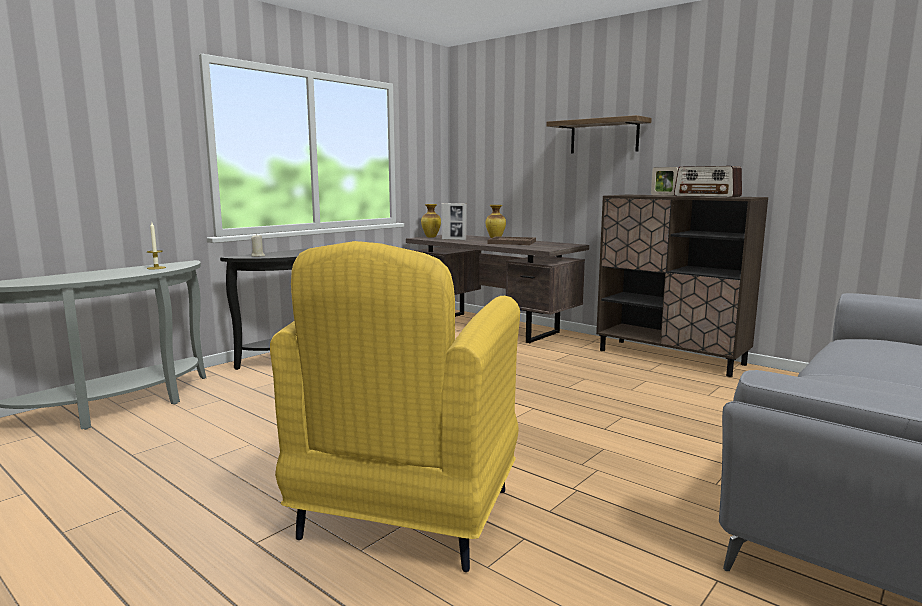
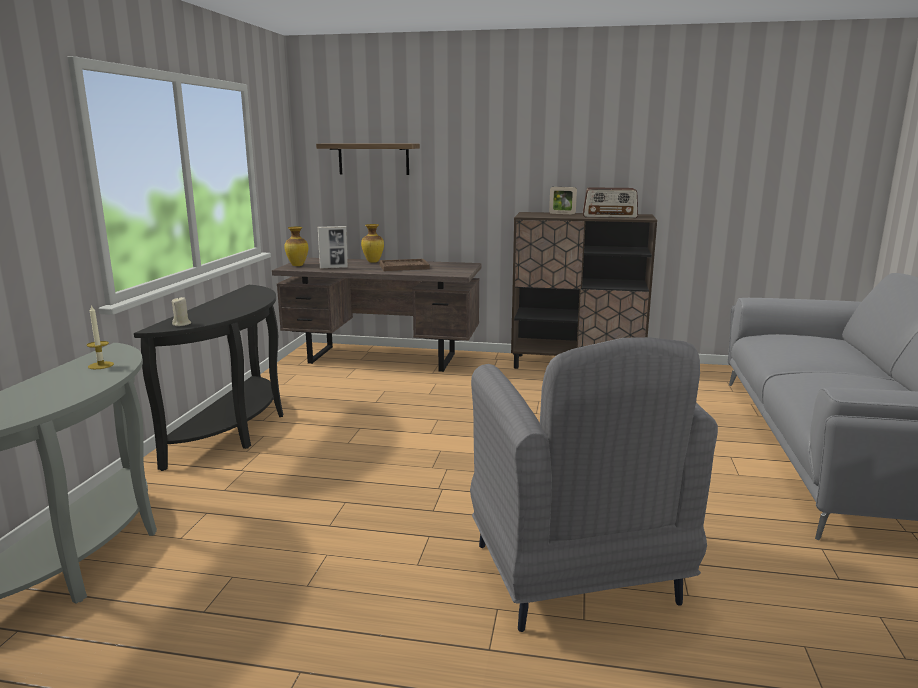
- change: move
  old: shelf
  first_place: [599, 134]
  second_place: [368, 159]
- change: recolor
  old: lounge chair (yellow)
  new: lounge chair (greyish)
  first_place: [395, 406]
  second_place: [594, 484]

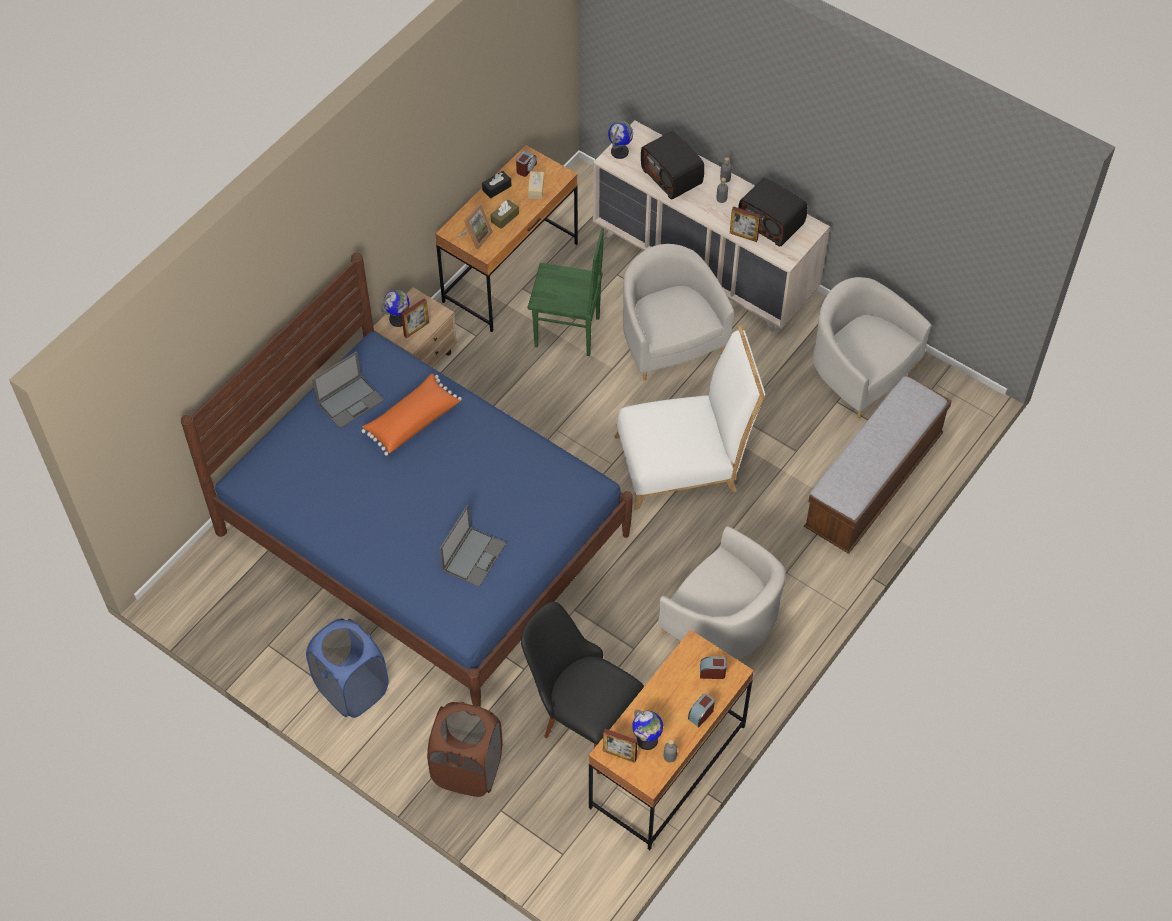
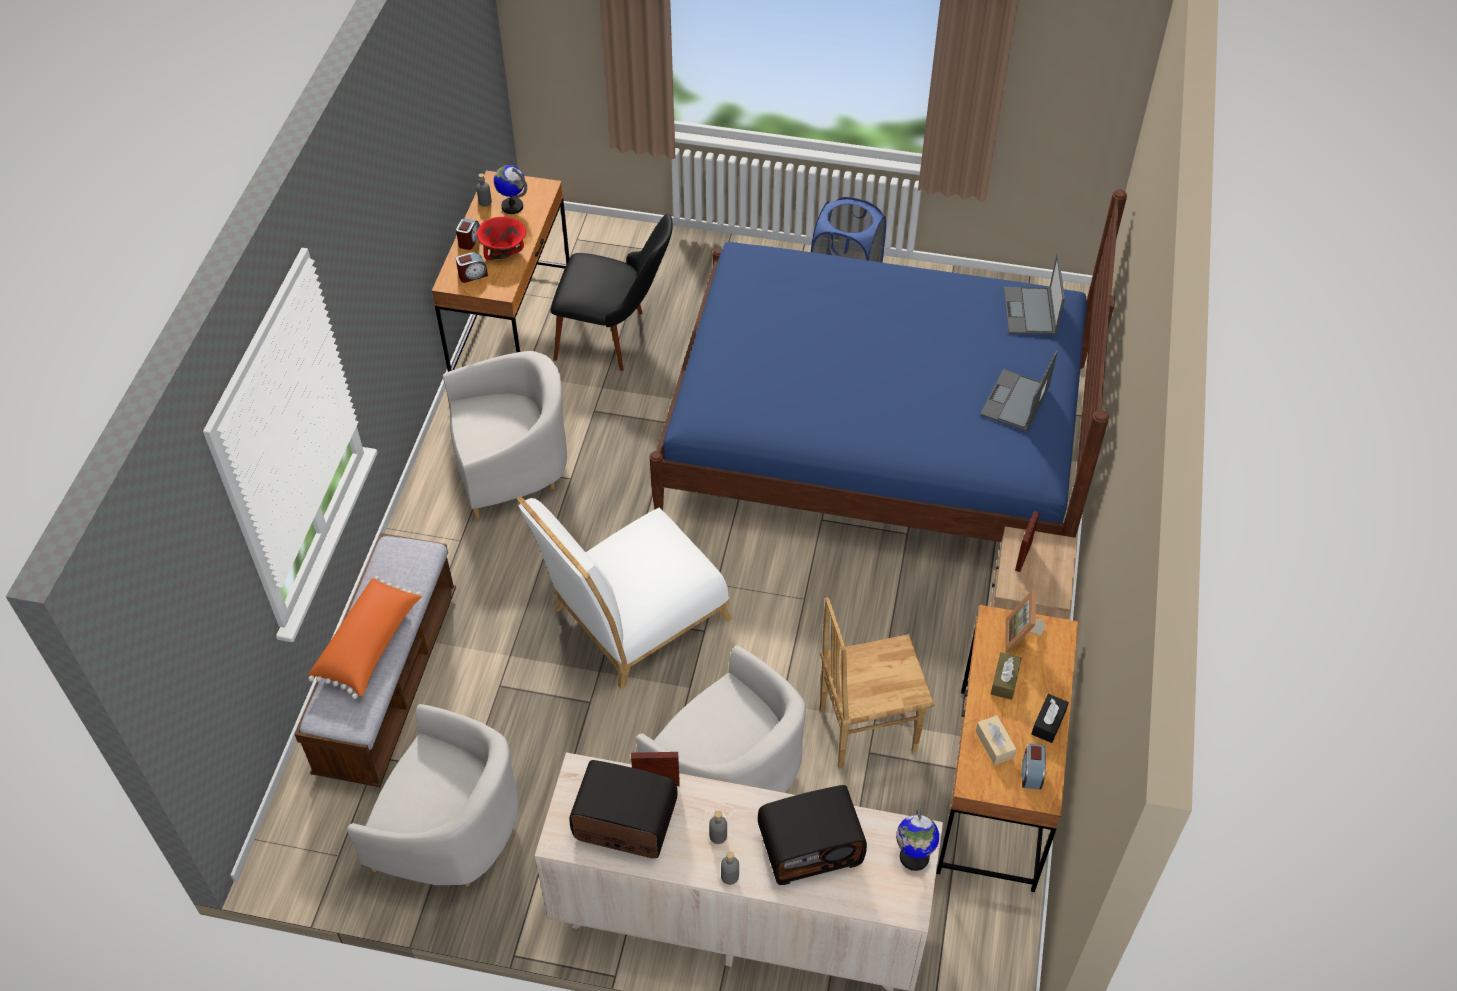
- change: move
  old: cushion (orange-coloured)
  first_place: [412, 415]
  second_place: [365, 637]
- change: rotate
  old: lounge chair (white)
  first_place: [722, 593]
  second_place: [505, 434]
  degrees: 150
- change: insert
  new: deep dish (red-coloured)
  second_place: [501, 238]
- change: rotate
  old: radio
  first_place: [672, 165]
  second_place: [812, 835]
  degrees: 135
- change: recolor
  old: upright chair (greenish)
  new: upright chair (brown)
  first_place: [566, 292]
  second_place: [877, 683]
- change: move
  old: portable computer
  first_place: [472, 545]
  second_place: [1034, 294]
- change: delete
  old: globe
  first_place: [395, 308]
- change: delete
  old: washing basket (brown)
  first_place: [465, 749]
- change: delete
  old: picture frame
  first_place: [620, 745]

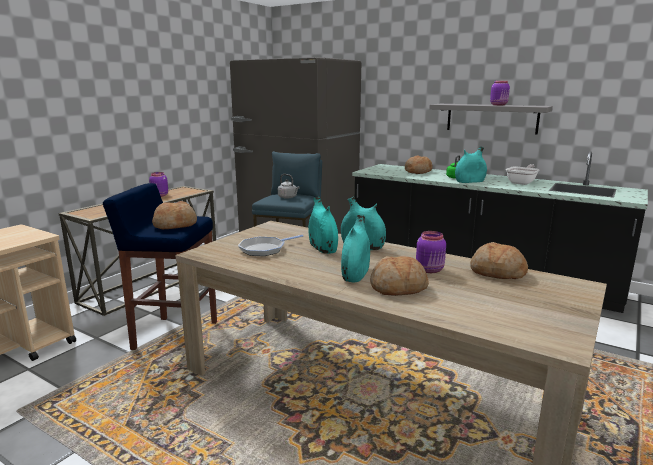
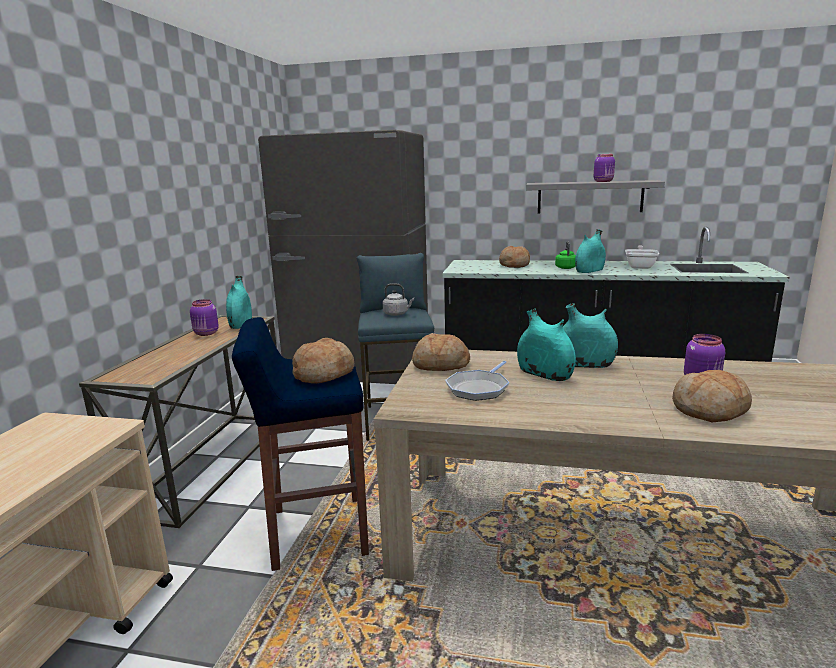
- change: move
  old: vase (blue-green)
  first_place: [355, 248]
  second_place: [239, 302]
- change: move
  old: bread
  first_place: [499, 260]
  second_place: [441, 352]

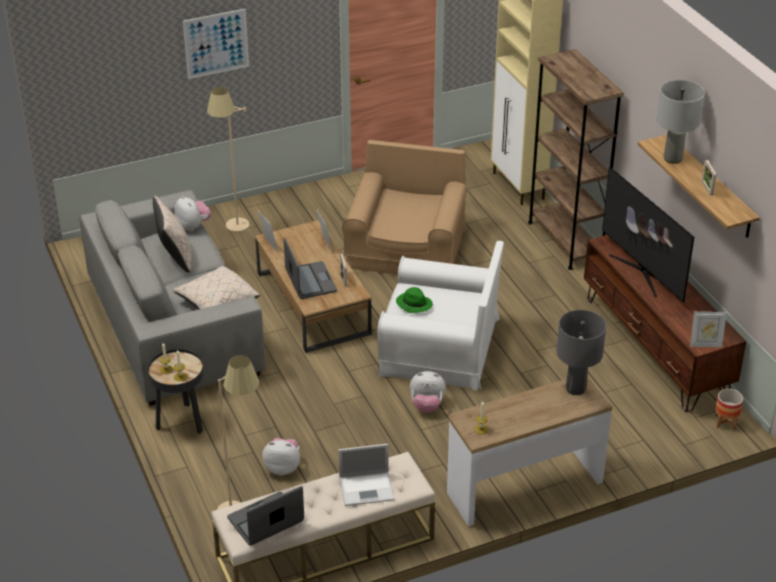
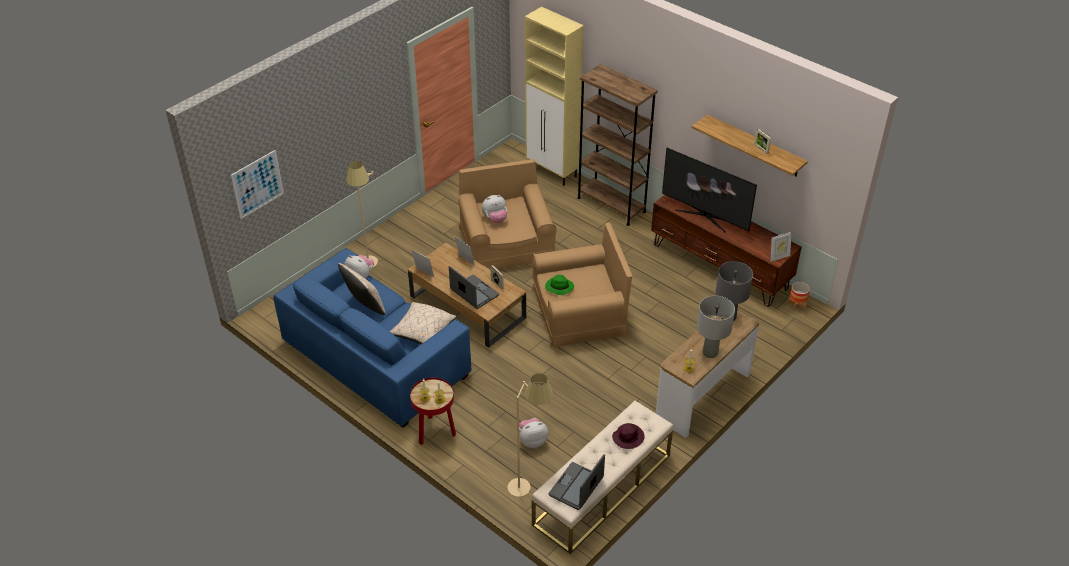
- change: move
  old: picture
  first_place: [216, 44]
  second_place: [257, 184]
- change: recolor
  old: couch (greyish)
  new: couch (blue)
  first_place: [172, 298]
  second_place: [372, 338]
- change: recolor
  old: end table (black)
  new: end table (red-coloured)
  first_place: [176, 391]
  second_place: [433, 411]
- change: move
  old: soft toy
  first_place: [428, 392]
  second_place: [494, 209]
- change: recolor
  old: lounge chair (white)
  new: lounge chair (brown)
  first_place: [440, 316]
  second_place: [582, 286]
- change: replace
  old: portable computer
  new: wearable hat (purple)
  first_place: [367, 475]
  second_place: [628, 436]
- change: move
  old: lamp for a table (greyish)
  first_place: [681, 122]
  second_place: [716, 327]

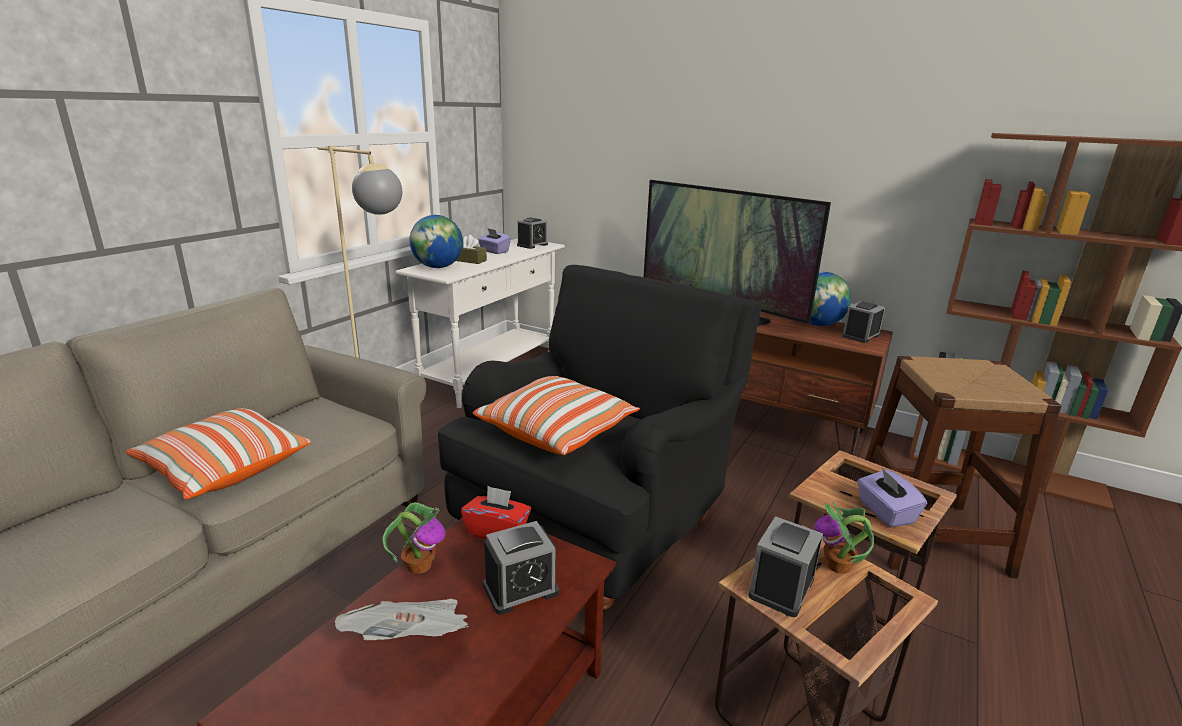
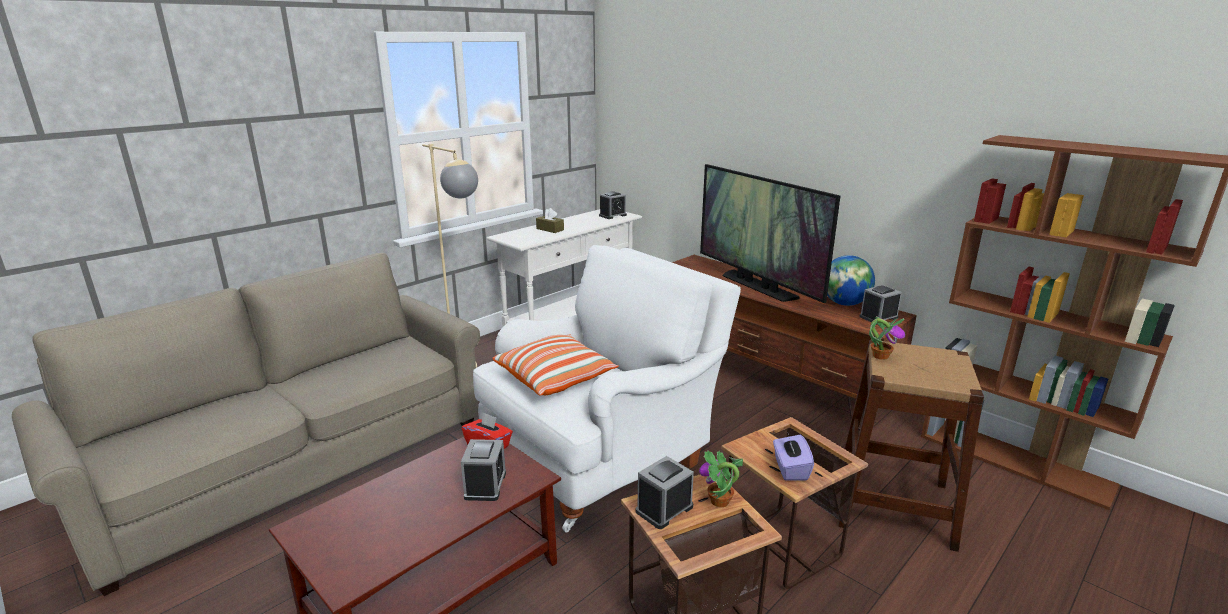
- change: rotate
  old: table clock
  first_place: [521, 568]
  second_place: [483, 470]
  degrees: -75
- change: recolor
  old: lounge chair (black)
  new: lounge chair (white)
  first_place: [599, 438]
  second_place: [607, 389]
- change: move
  old: plant in a pot
  first_place: [413, 538]
  second_place: [887, 338]
- change: delete
  old: cushion
  first_place: [218, 453]
- change: delete
  old: daily paper
  first_place: [402, 619]
- change: delete
  old: globe
  first_place: [436, 241]
- change: delete
  old: box of tissues (purple)
  first_place: [494, 241]

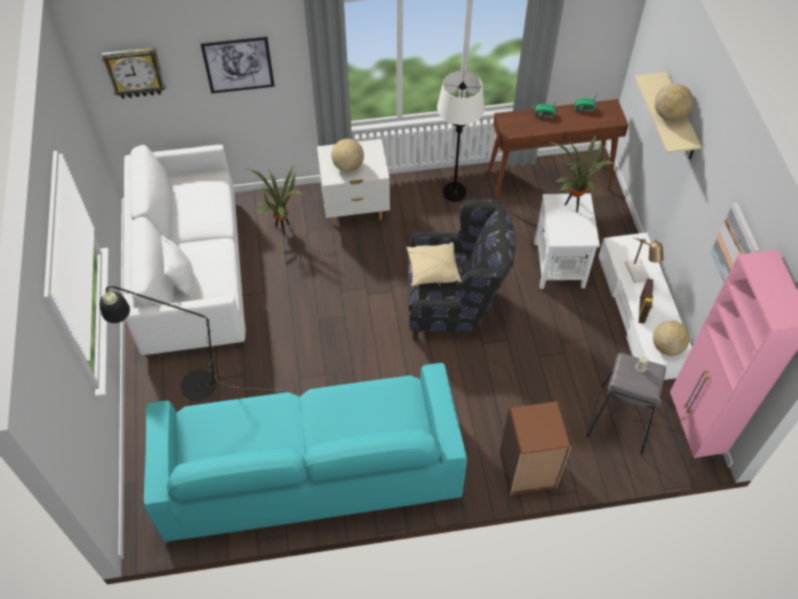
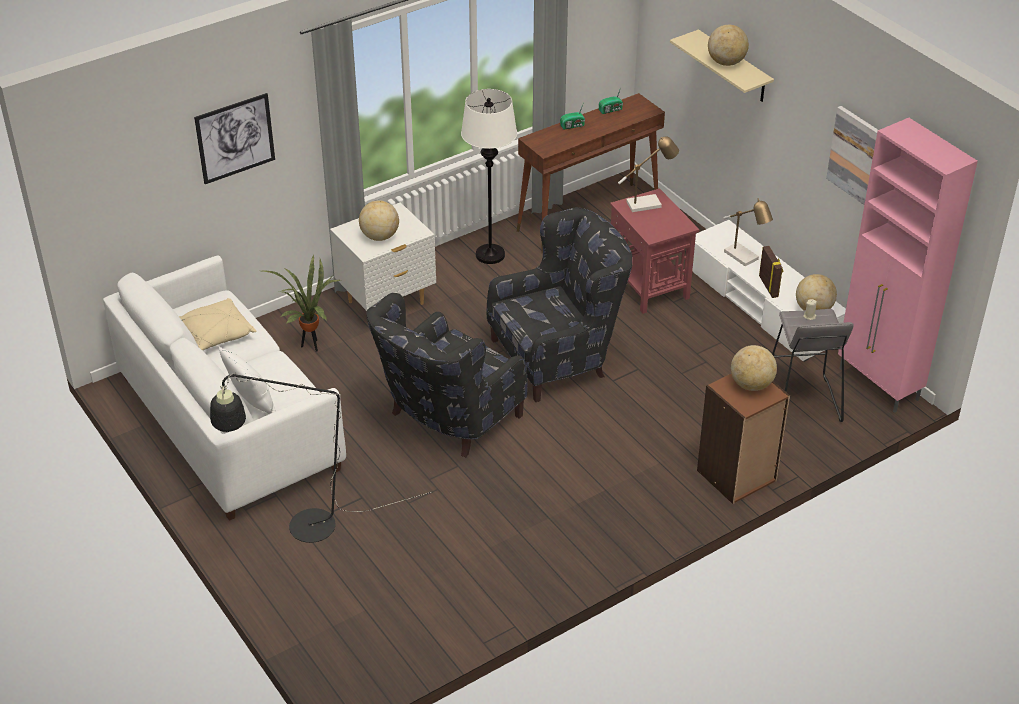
- change: move
  old: cushion (beige-coloured)
  first_place: [434, 264]
  second_place: [218, 324]
- change: insert
  new: lounge chair (black)
  second_place: [447, 375]
- change: recolor
  old: end table (white)
  new: end table (red-coloured)
  first_place: [567, 241]
  second_place: [654, 251]
- change: replace
  old: plant in a pot
  new: lamp for a table
  first_place: [582, 173]
  second_place: [648, 174]
- change: insert
  new: globe
  second_place: [754, 368]
- change: delete
  old: hanging clock
  first_place: [134, 73]
- change: delete
  old: couch (blue-green)
  first_place: [305, 452]

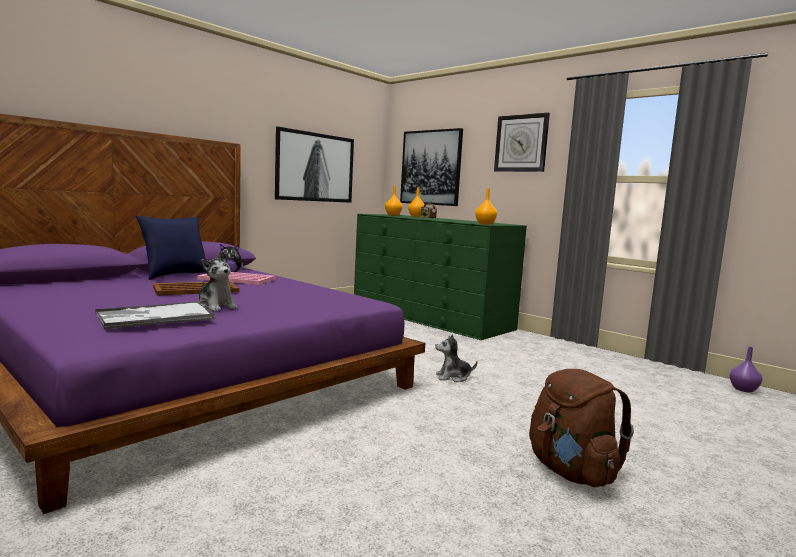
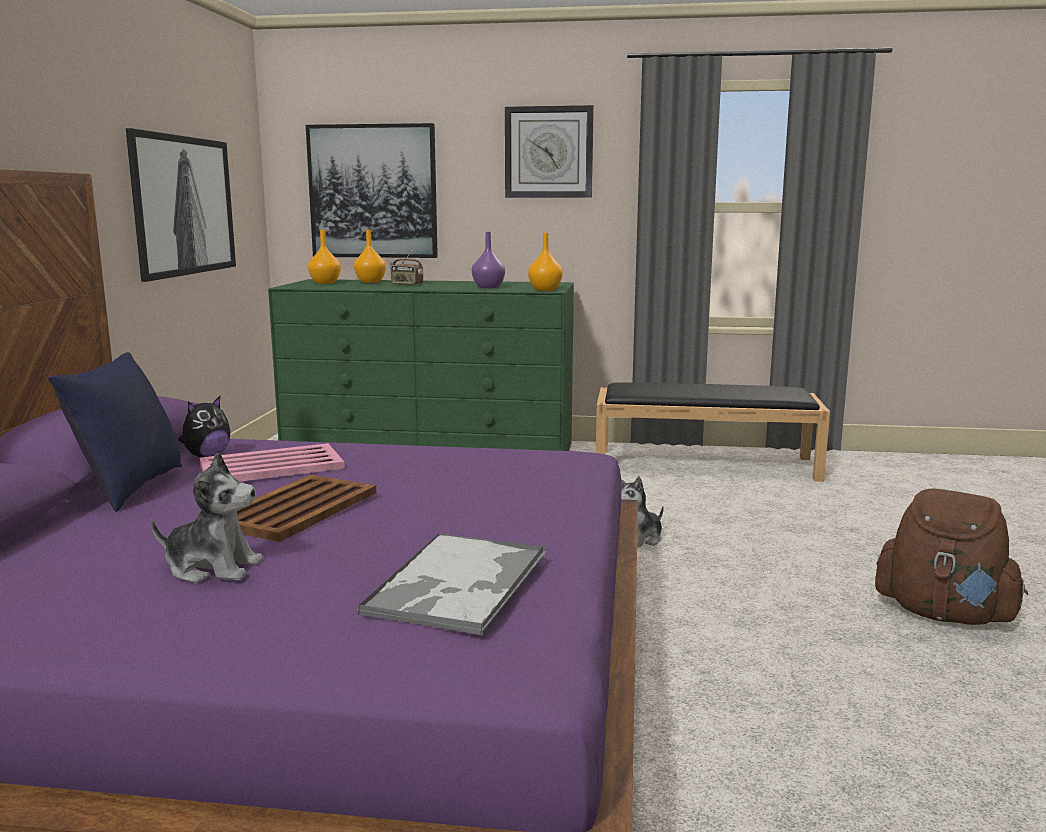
- change: move
  old: soft toy
  first_place: [218, 281]
  second_place: [207, 518]
- change: move
  old: vase (purple)
  first_place: [746, 369]
  second_place: [488, 260]
- change: insert
  new: indoor bench (black)
  second_place: [713, 432]

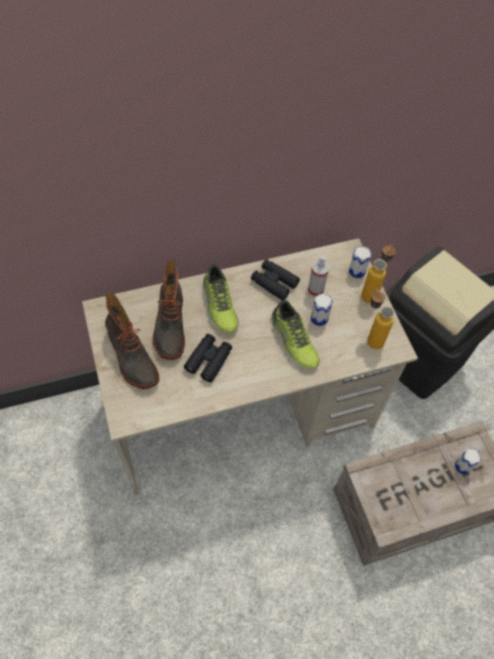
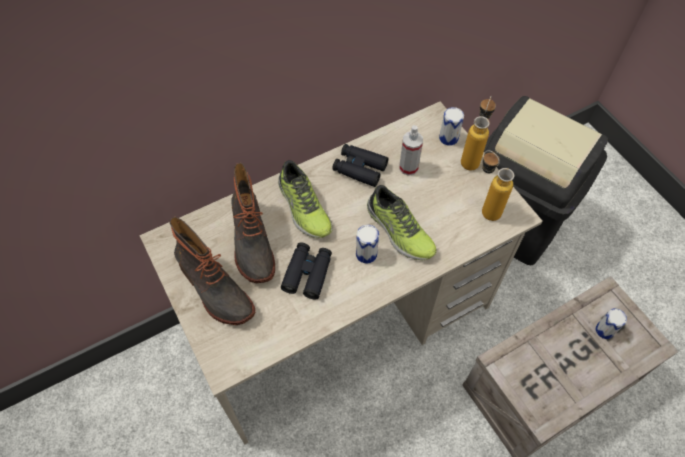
- change: move
  old: sealed can
  first_place: [322, 310]
  second_place: [367, 244]

